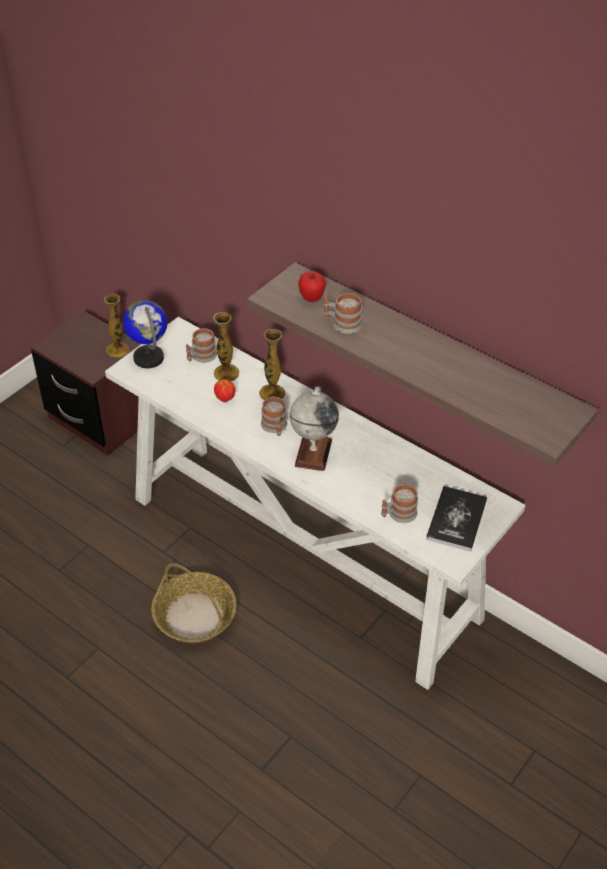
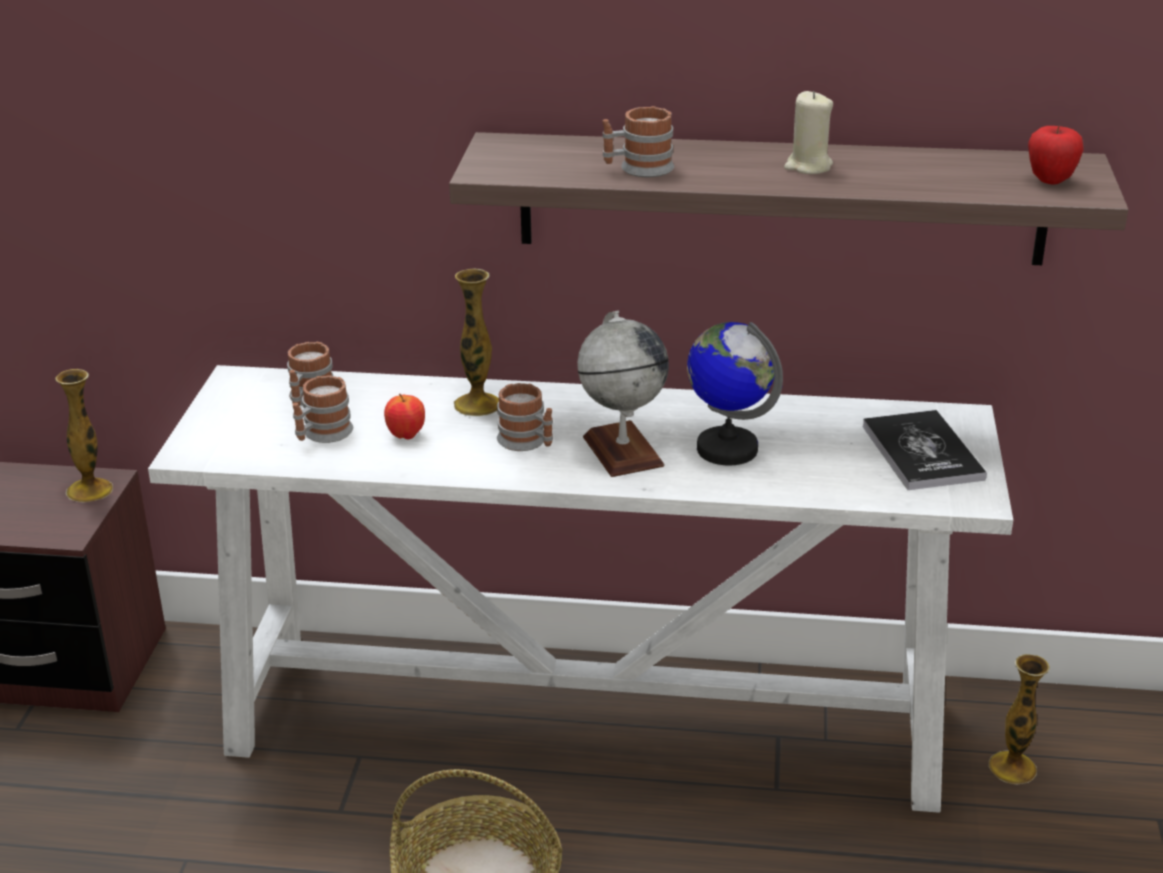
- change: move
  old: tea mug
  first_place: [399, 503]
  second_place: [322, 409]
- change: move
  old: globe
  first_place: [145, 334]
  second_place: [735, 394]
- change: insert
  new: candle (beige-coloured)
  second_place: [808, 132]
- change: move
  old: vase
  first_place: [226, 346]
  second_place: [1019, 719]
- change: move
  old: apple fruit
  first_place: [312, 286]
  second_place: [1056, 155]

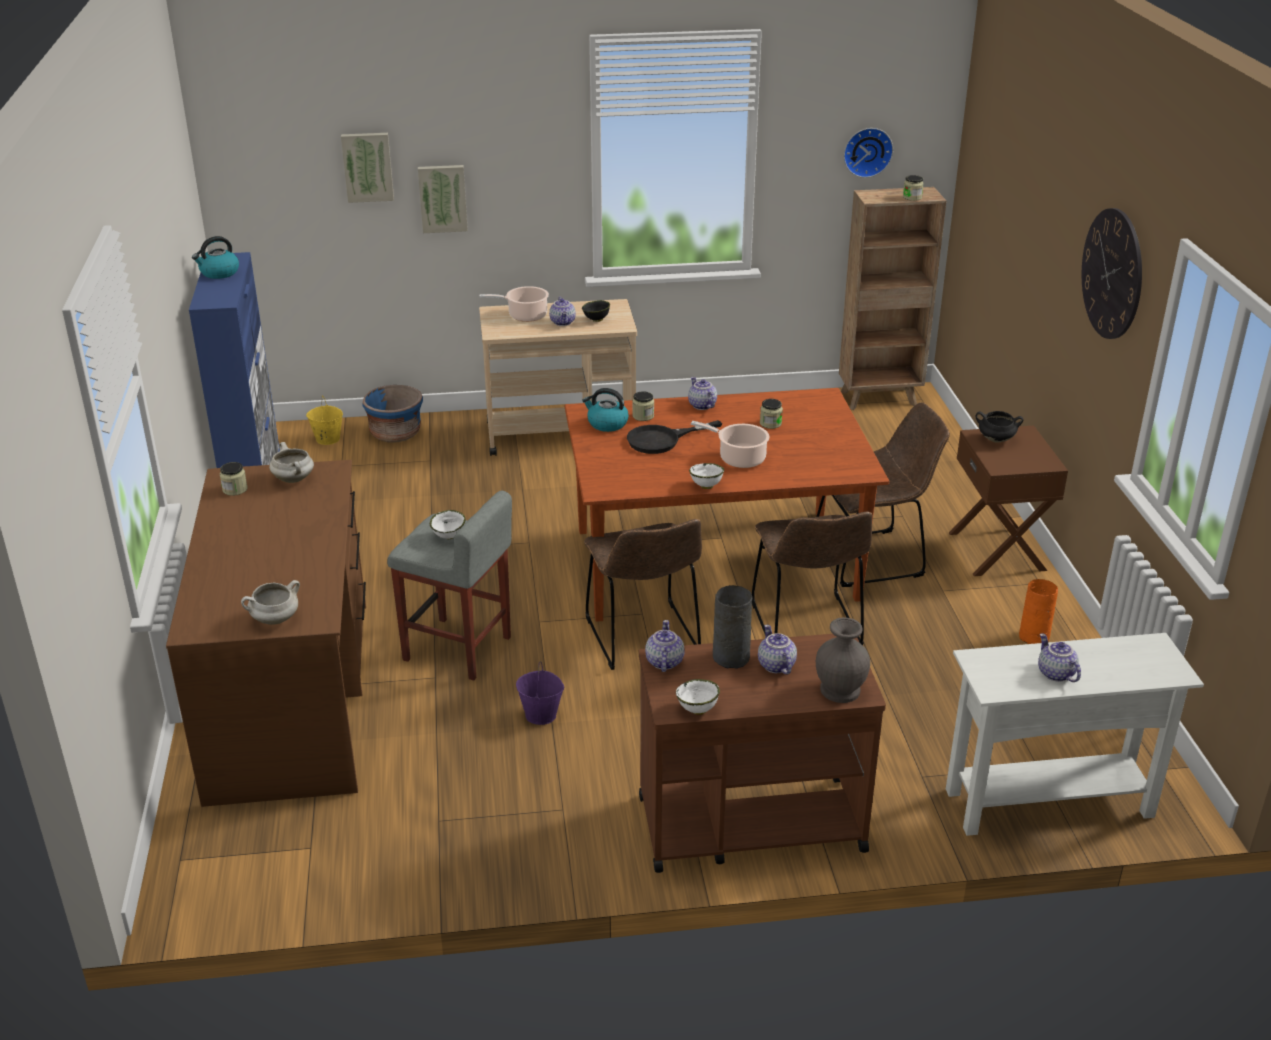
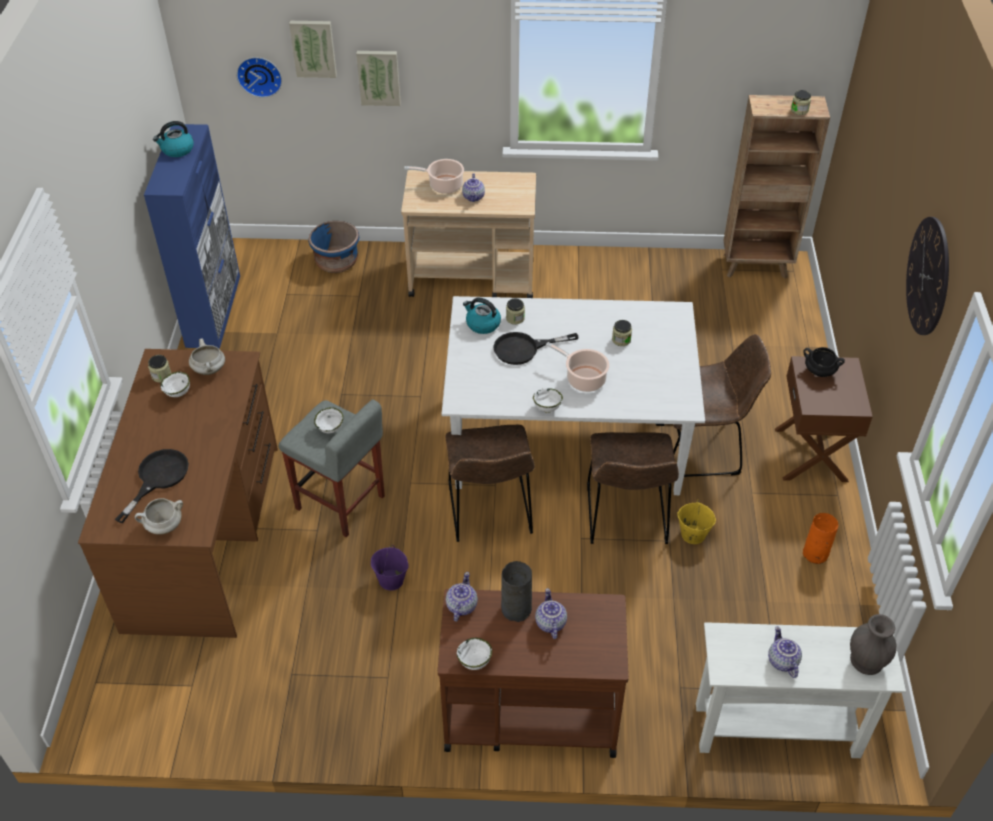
- change: insert
  new: pan (black)
  second_place: [152, 486]
- change: insert
  new: deep dish (white)
  second_place: [175, 384]
- change: move
  old: hanging clock
  first_place: [868, 153]
  second_place: [259, 77]
- change: recolor
  old: kitchen table (brown)
  new: kitchen table (white)
  first_place: [727, 505]
  second_place: [573, 395]
- change: move
  old: pail (yellow)
  first_place: [324, 420]
  second_place: [696, 521]
- change: move
  old: vase (greyish)
  first_place: [843, 660]
  second_place: [873, 644]
- change: delete
  old: deep dish (black)
  first_place: [596, 311]
- change: delete
  old: tea pot
  first_place: [702, 393]

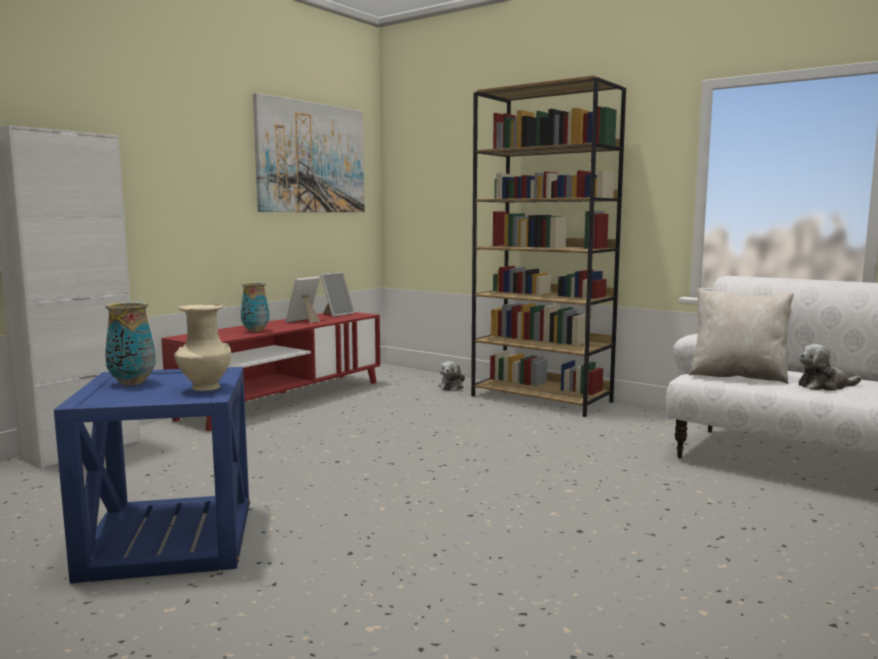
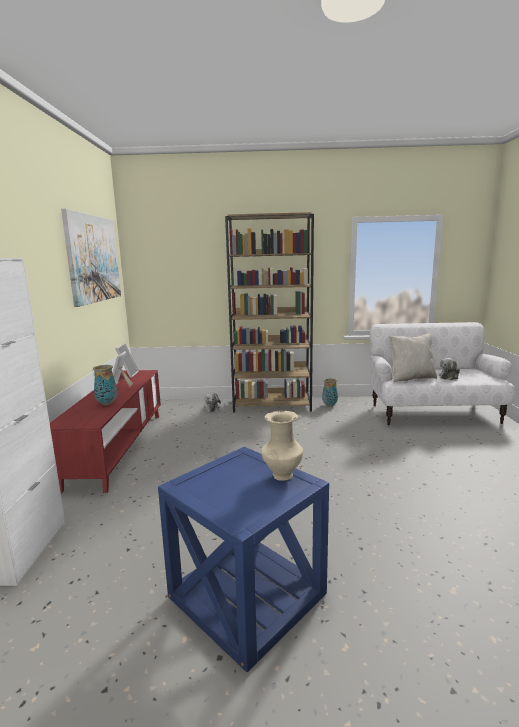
- change: move
  old: vase
  first_place: [130, 344]
  second_place: [330, 392]

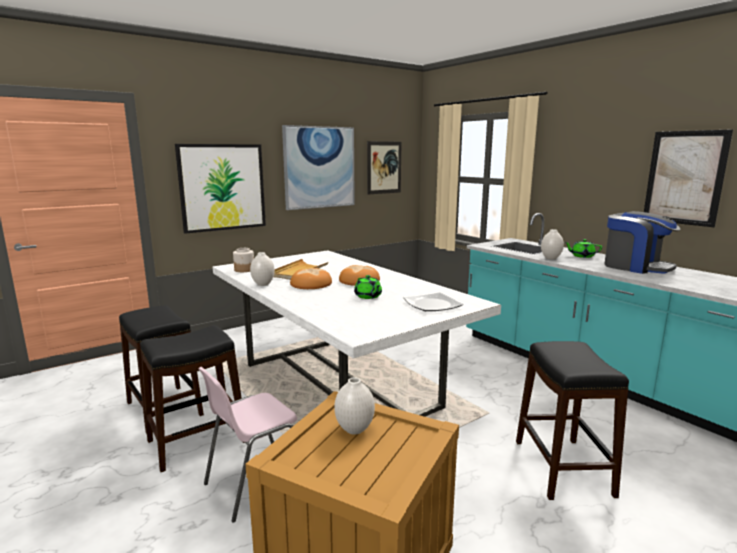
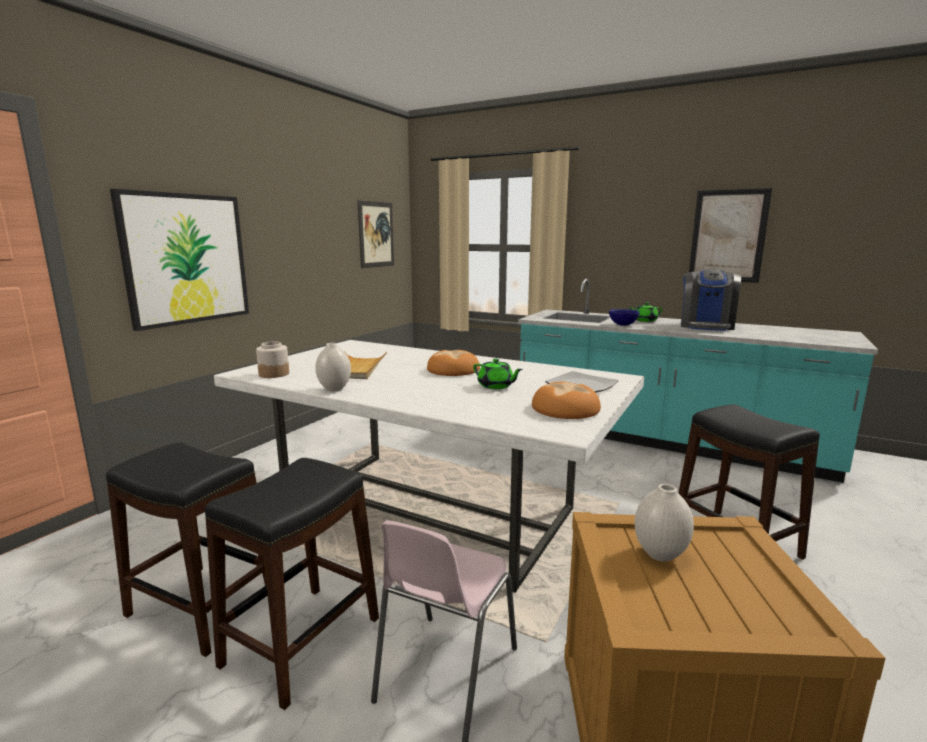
- change: move
  old: bread
  first_place: [311, 278]
  second_place: [566, 400]
- change: replace
  old: vase (white)
  new: deep dish (blue)
  first_place: [552, 244]
  second_place: [624, 317]
- change: rotate
  old: coffee brewer
  first_place: [642, 242]
  second_place: [711, 300]
  degrees: 90
- change: delete
  old: picture
  first_place: [318, 167]

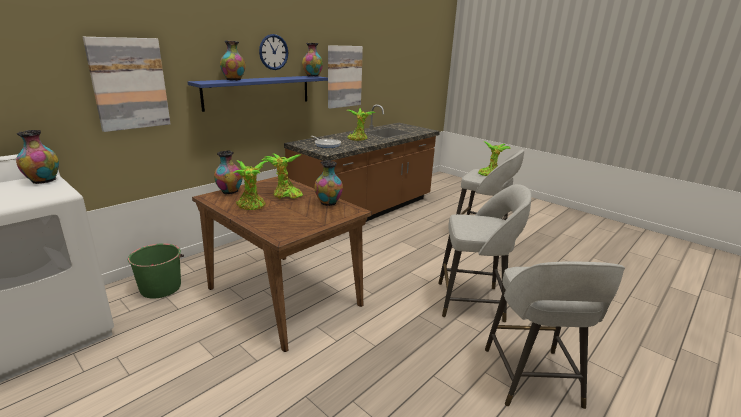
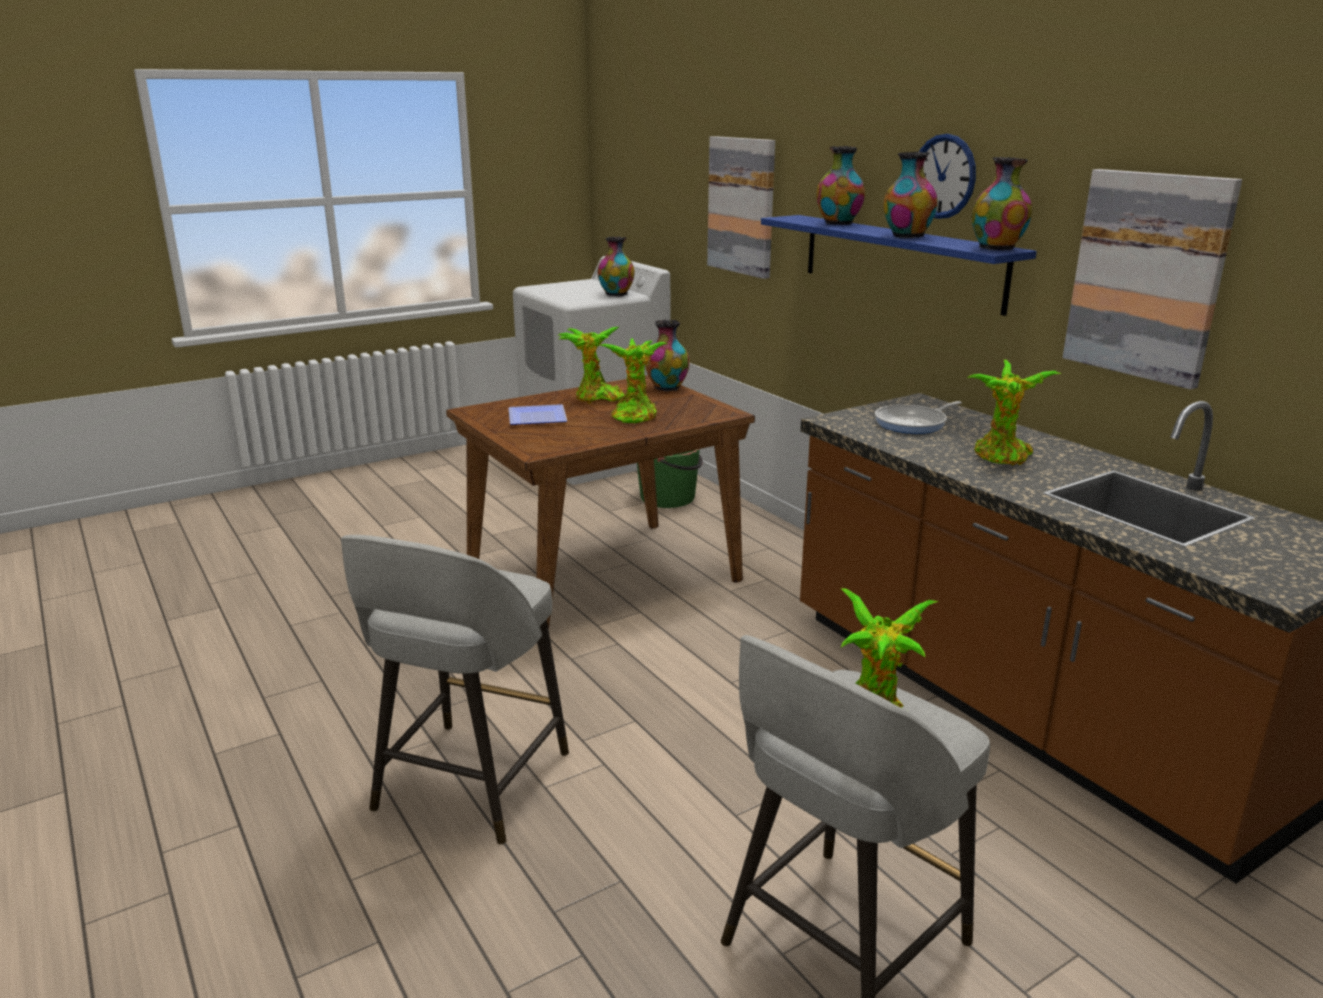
- change: insert
  new: dinner plate
  second_place: [537, 414]
- change: move
  old: vase
  first_place: [328, 183]
  second_place: [910, 195]
- change: delete
  old: stool (greyish)
  first_place: [555, 335]

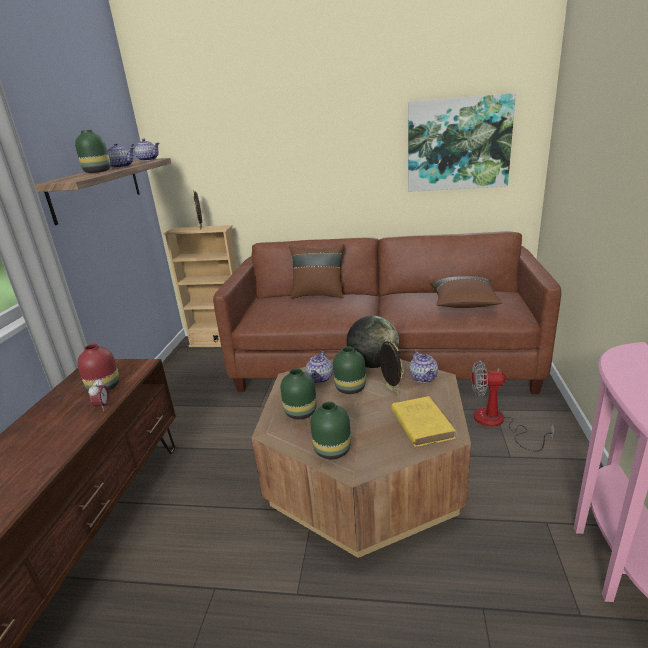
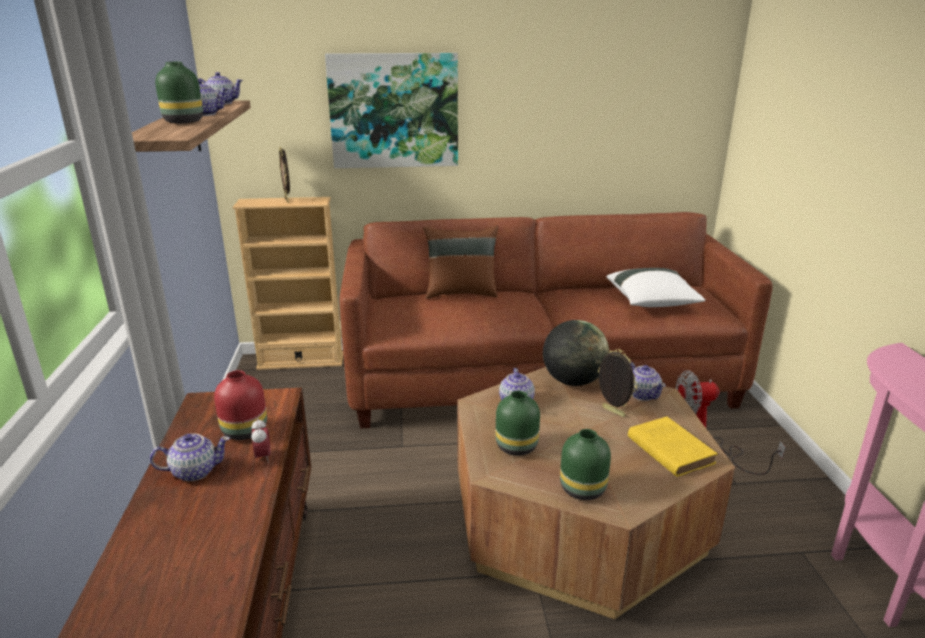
- change: insert
  new: tea pot
  second_place: [190, 457]
- change: move
  old: picture
  first_place: [462, 142]
  second_place: [391, 110]
- change: recolor
  old: cushion (brown)
  new: cushion (white)
  first_place: [466, 292]
  second_place: [655, 287]
- change: delete
  old: vase (greenish)
  first_place: [349, 370]

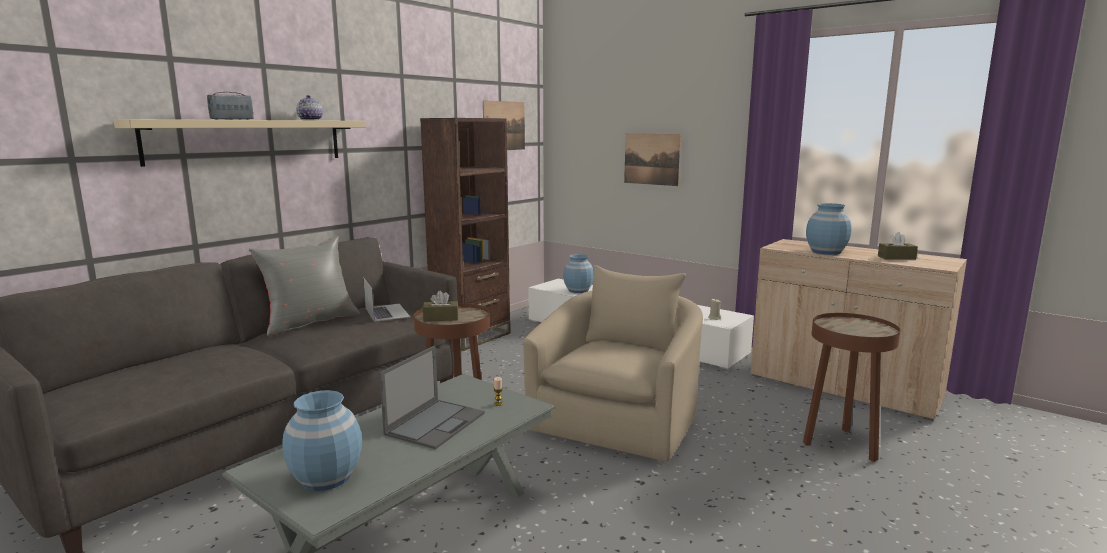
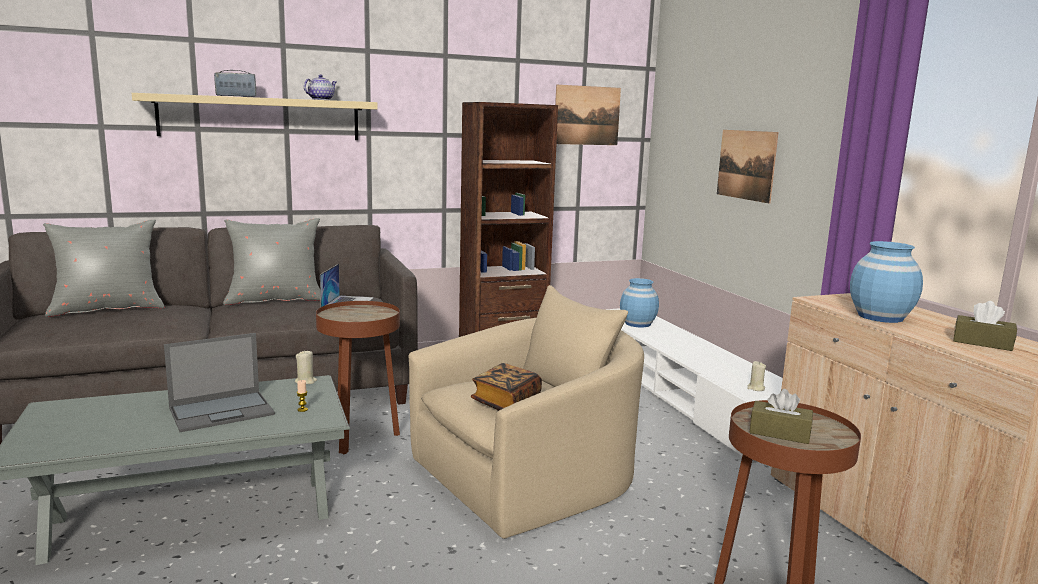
- change: insert
  new: cushion (greyish)
  second_place: [103, 268]
- change: insert
  new: candle (beige-coloured)
  second_place: [306, 367]
- change: insert
  new: book
  second_place: [506, 387]
- change: move
  old: box of tissues (brown)
  first_place: [440, 306]
  second_place: [781, 416]
- change: delete
  old: vase (blue)
  first_place: [322, 440]

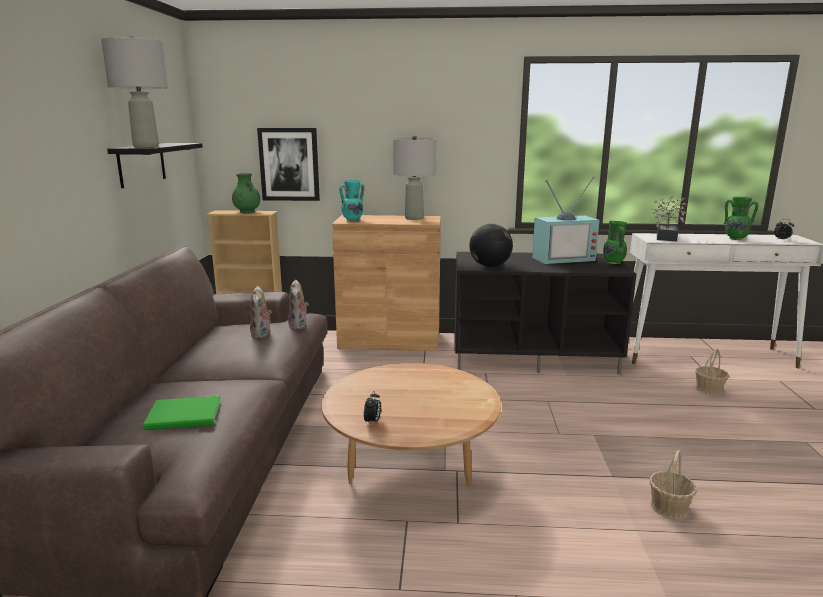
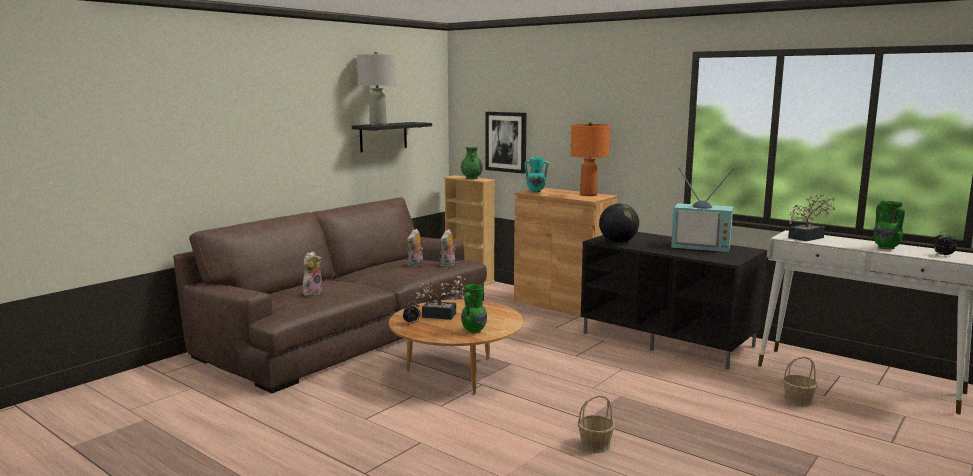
- change: replace
  old: book (greenish)
  new: soft toy
  first_place: [182, 413]
  second_place: [313, 273]
- change: insert
  new: plant in a pot
  second_place: [441, 298]
- change: move
  old: vase (greenish)
  first_place: [615, 242]
  second_place: [474, 309]
- change: recolor
  old: lamp for a table (greyish)
  new: lamp for a table (orange-coloured)
  first_place: [414, 177]
  second_place: [590, 159]

